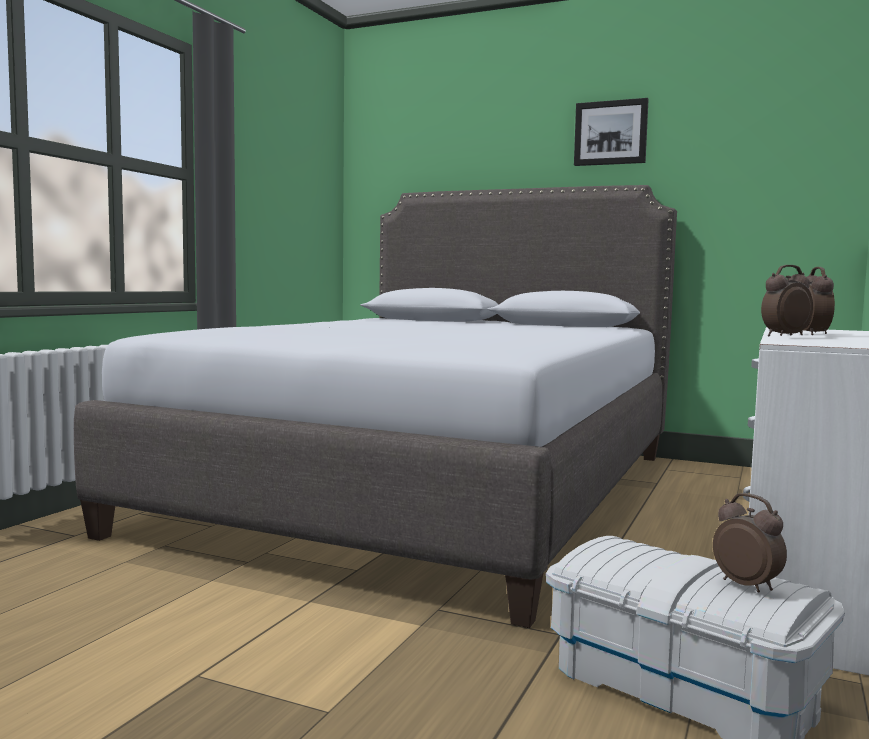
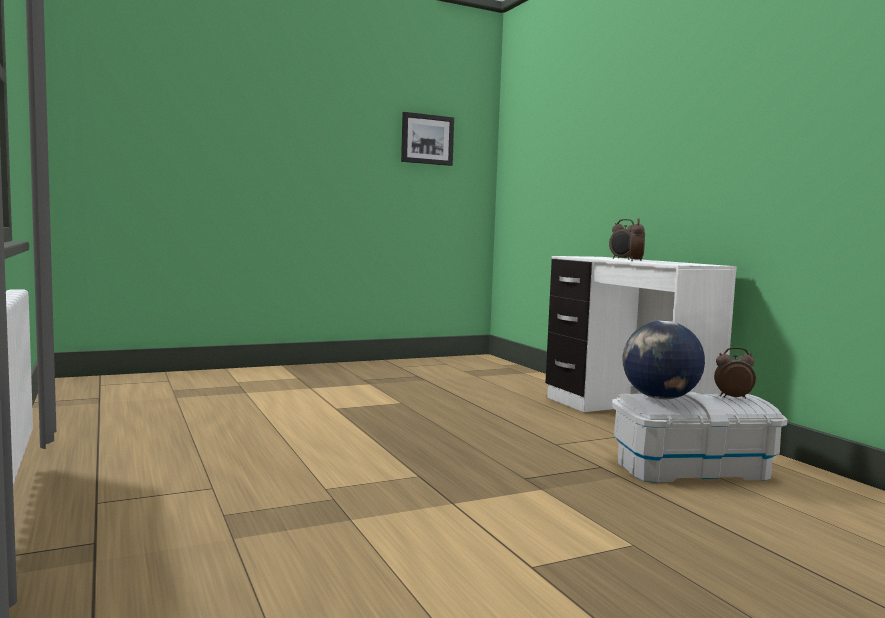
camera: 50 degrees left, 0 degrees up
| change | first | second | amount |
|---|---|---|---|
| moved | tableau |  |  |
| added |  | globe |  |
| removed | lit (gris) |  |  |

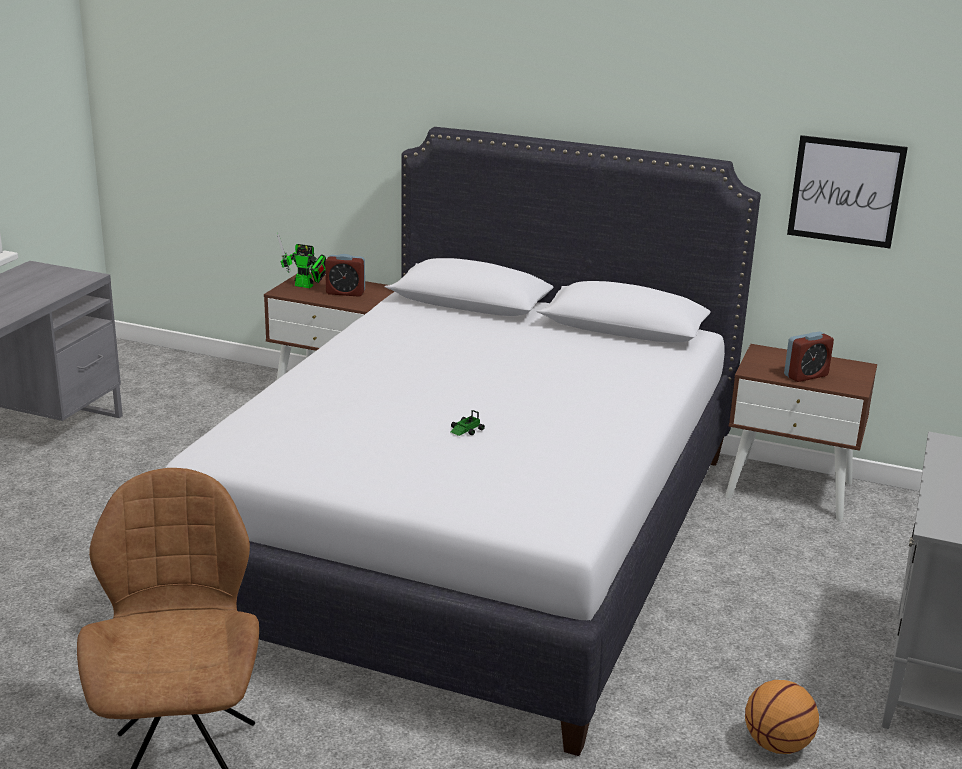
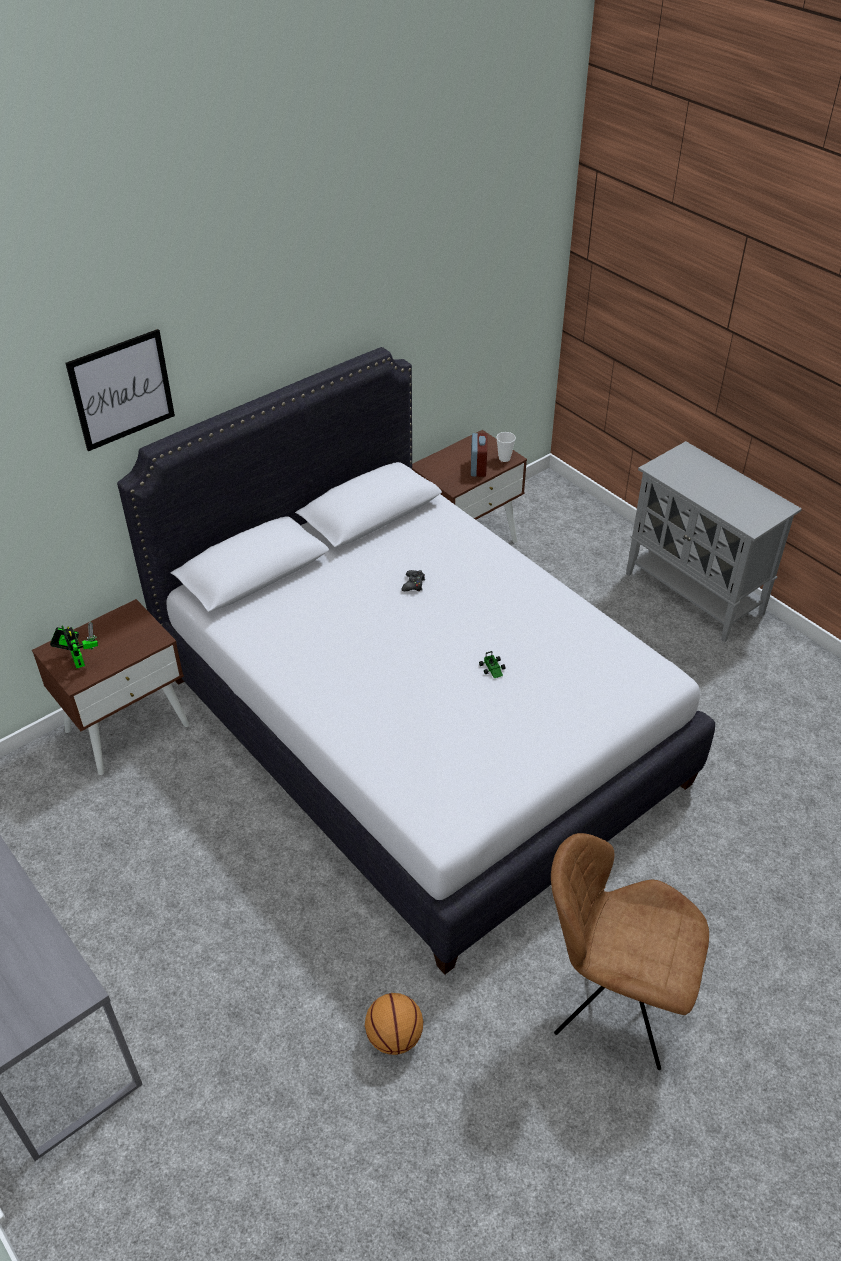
camera: 60 degrees left, 20 degrees up
| change | first | second | amount |
|---|---|---|---|
| turned | robot jouet |  | 75 degrees counterclockwise |
| moved | tableau |  |  |
| moved | ballon de basket |  |  |
| added |  | manette (noir) |  |
| added |  | tasse |  |
| removed | réveil (1st from left) |  |  |

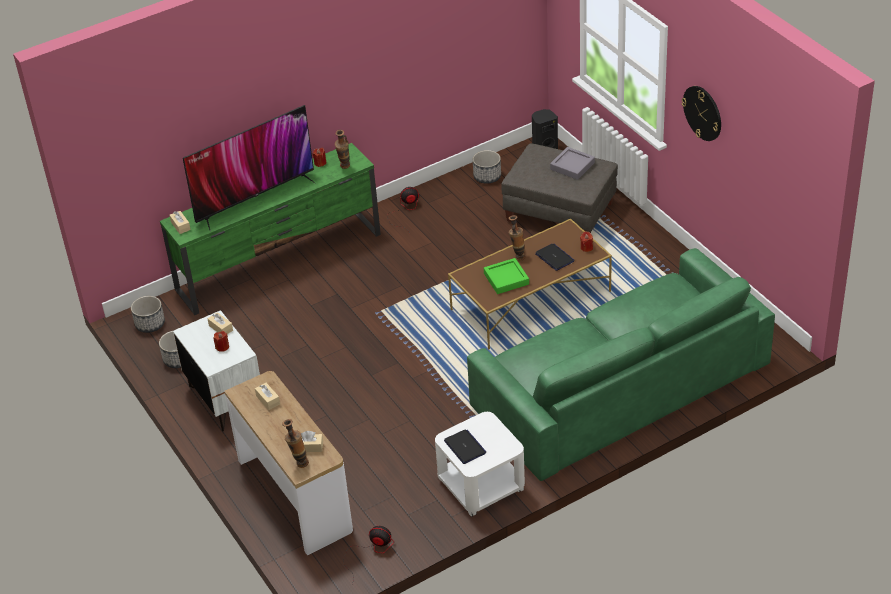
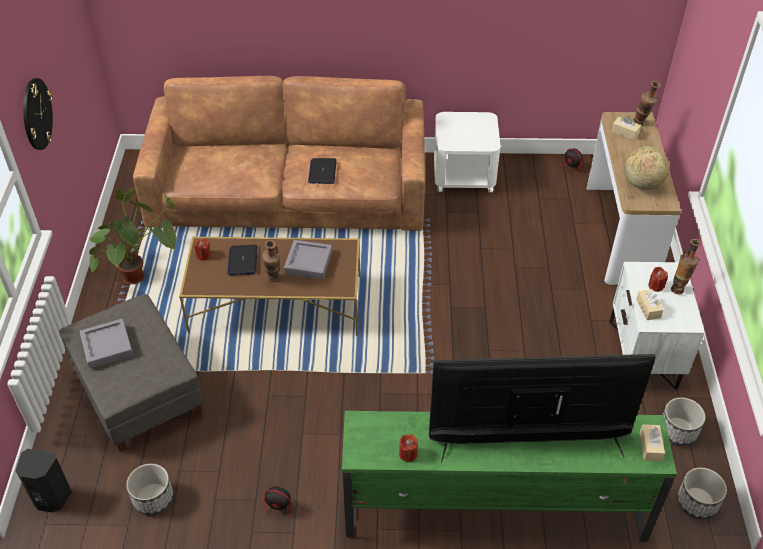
camera: 150 degrees left, 5 degrees up
| change | first | second | amount |
|---|---|---|---|
| added |  | plante en pot |  |
| recoloured | canapé (vert) | canapé (marron) |  |
| recoloured | plateau (vert) | plateau (gris) (2nd from left) |  |
| moved | ordinateur portable (1st from left in the first image) | ordinateur portable (2nd from left) |  |
| replaced | boîte à mouchoirs (beige) (3rd from left) | globe |  |
| moved | vase (2nd from left in the first image) | vase (3rd from left) |  |

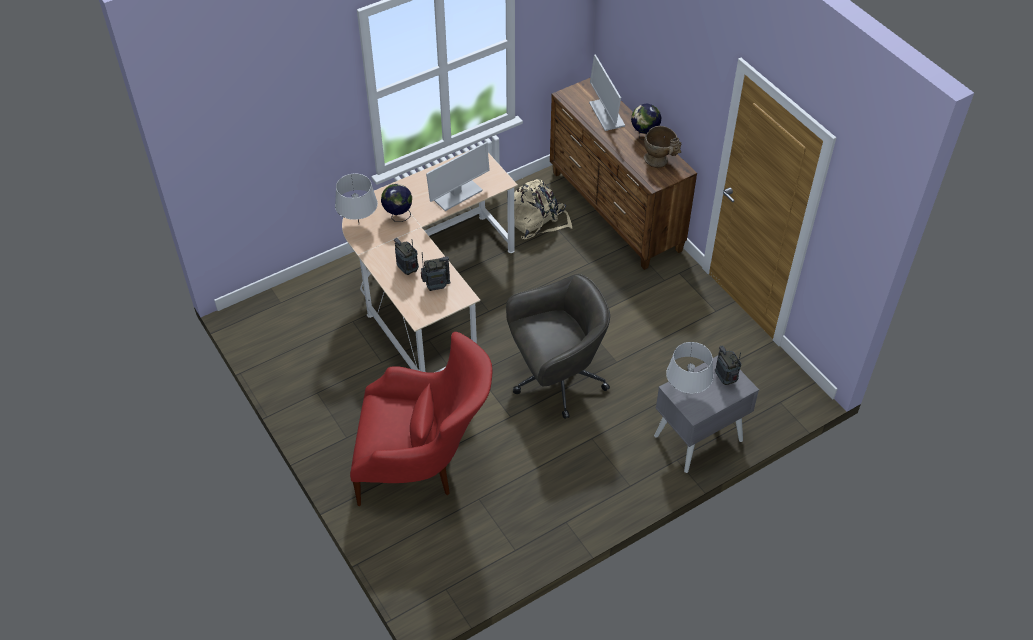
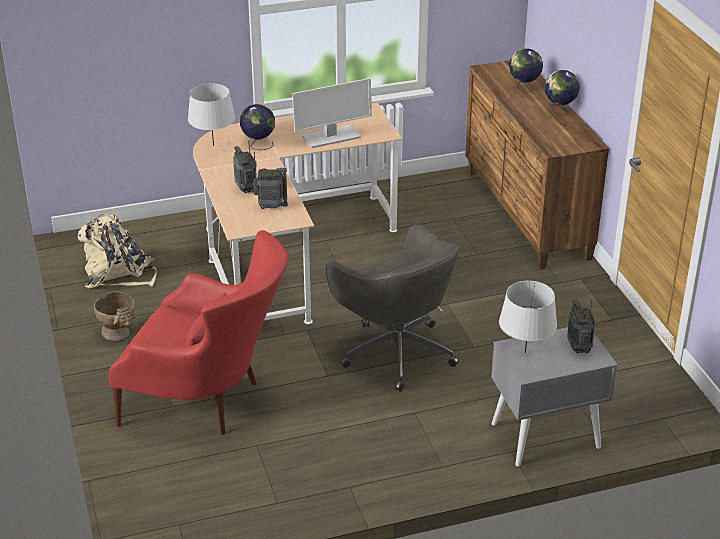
camera: 15 degrees right, 15 degrees down
| change | first | second | amount |
|---|---|---|---|
| moved | sac à dos (beige) |  |  |
| moved | vase (beige) |  |  |
| turned | chaise de bureau (gris) |  | 60 degrees clockwise |
| replaced | écran d'ordinateur (2nd from left) | globe (2nd from left) |  |

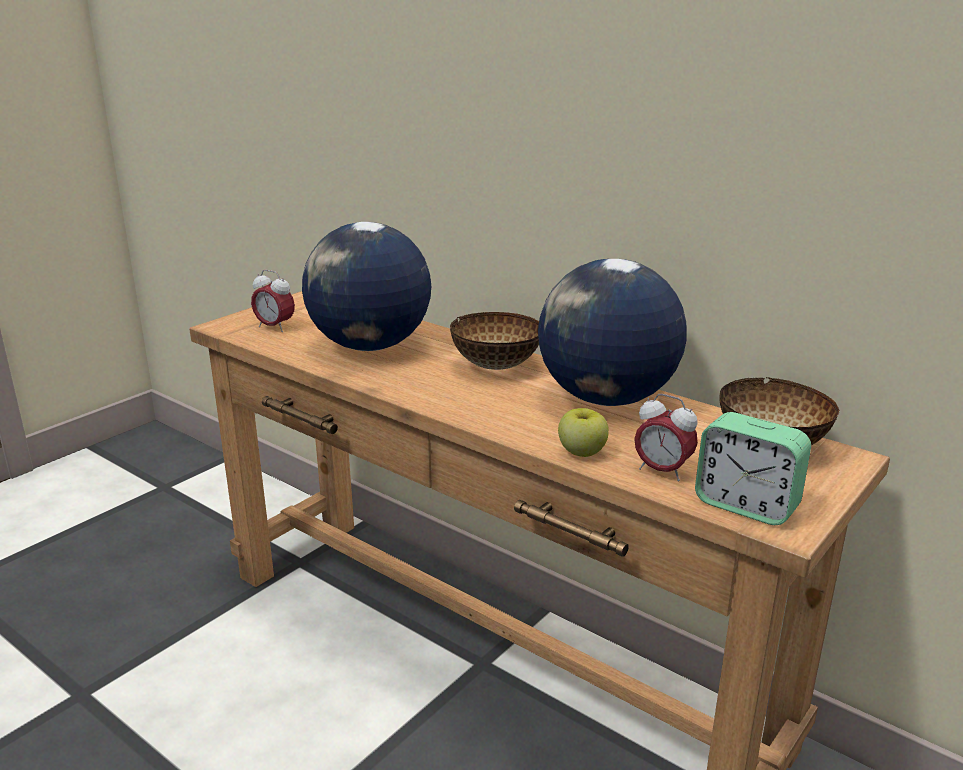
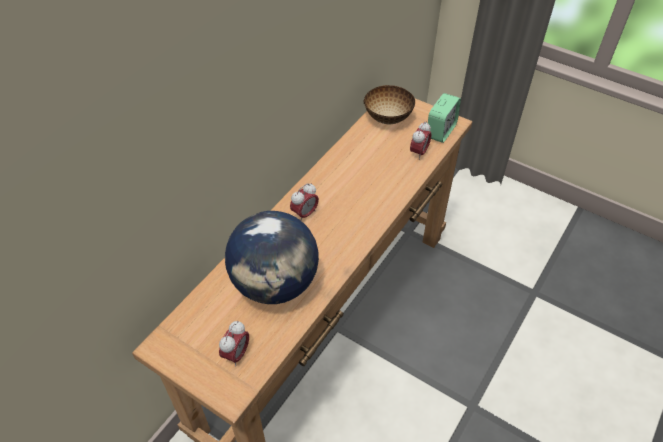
camera: 95 degrees left, 25 degrees up
| change | first | second | amount |
|---|---|---|---|
| replaced | bol (1st from left) | réveil (2nd from left) |  |
| removed | globe (2nd from left) |  |  |
| removed | pomme |  |  |

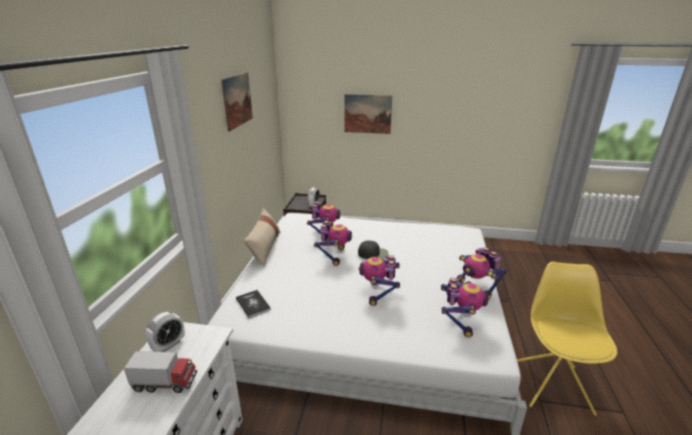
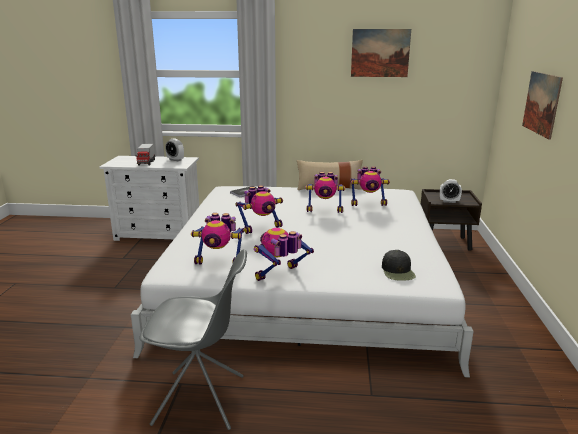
camera: 85 degrees right, 5 degrees down
| change | first | second | amount |
|---|---|---|---|
| recoloured | chaise (jaune) | chaise (gris) |  |
| turned | robot jouet (3rd from left in the first image) | robot jouet (2nd from left) | 150 degrees clockwise |
| moved | casquette (noir) |  |  |

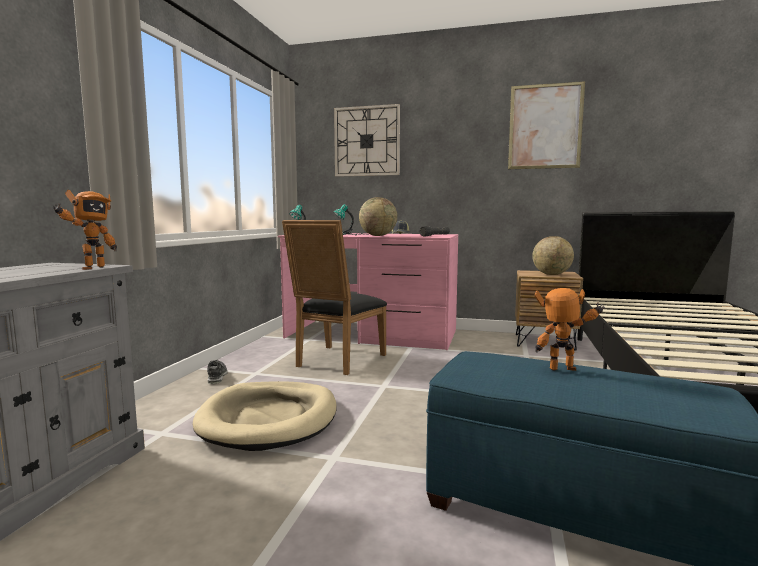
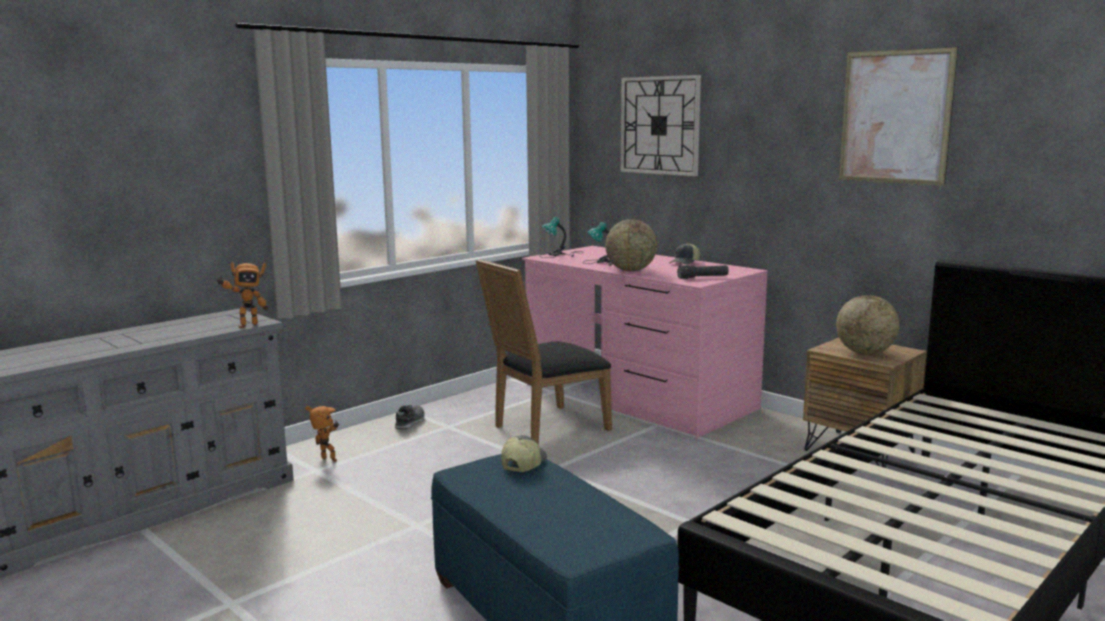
camera: 30 degrees right, 5 degrees up
| change | first | second | amount |
|---|---|---|---|
| moved | robot jouet (2nd from left) |  |  |
| added |  | casquette (1st from left) |  |
| removed | panier pour chien (beige) |  |  |

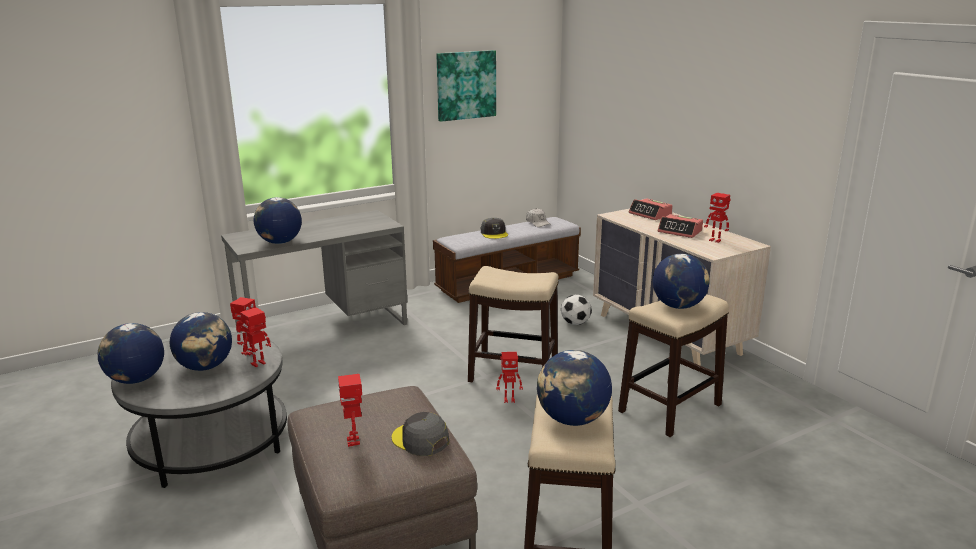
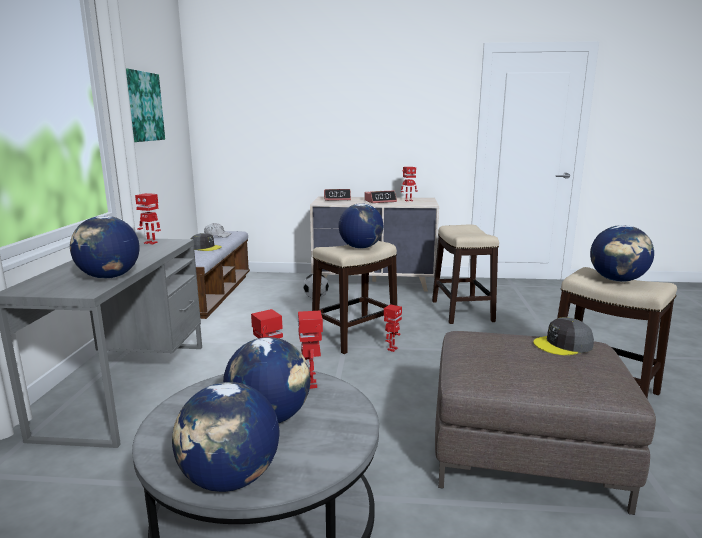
camera: 55 degrees left, 5 degrees down
| change | first | second | amount |
|---|---|---|---|
| moved | robot jouet (3rd from left in the first image) | robot jouet (1st from left) |  |
| moved | globe (5th from left in the first image) | globe (4th from left) |  |

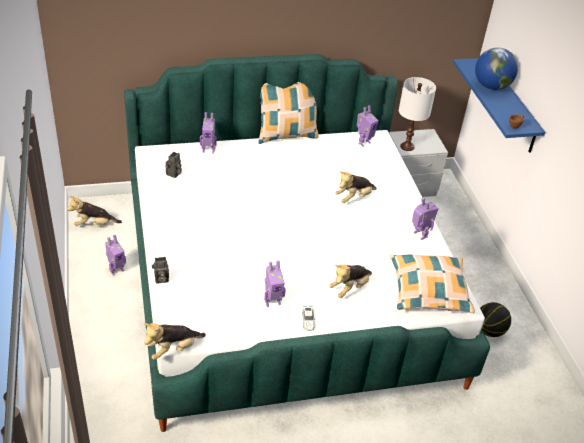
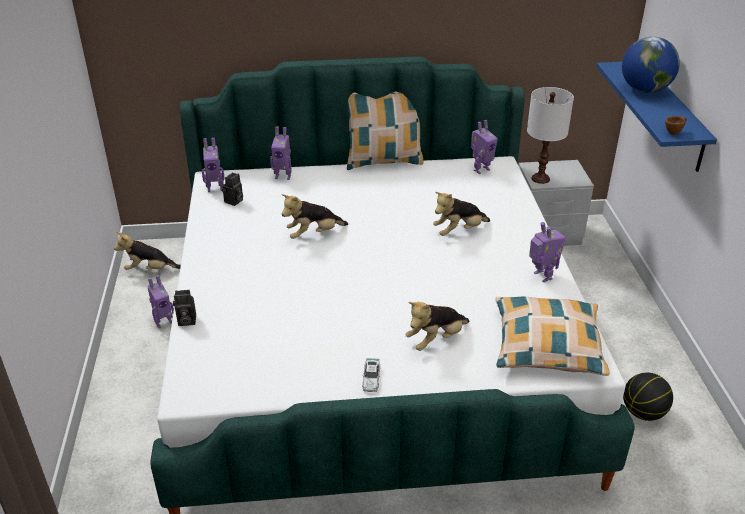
camera: 10 degrees right, 5 degrees down
| change | first | second | amount |
|---|---|---|---|
| moved | robot jouet (3rd from left in the first image) | robot jouet (2nd from left) |  |
| moved | peluche (2nd from left) |  |  |

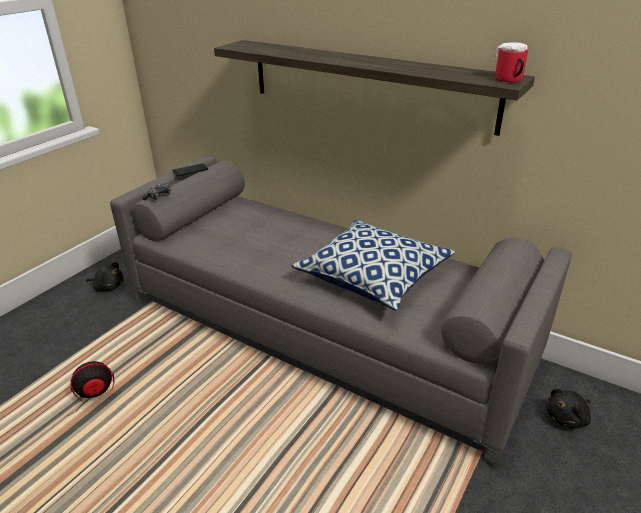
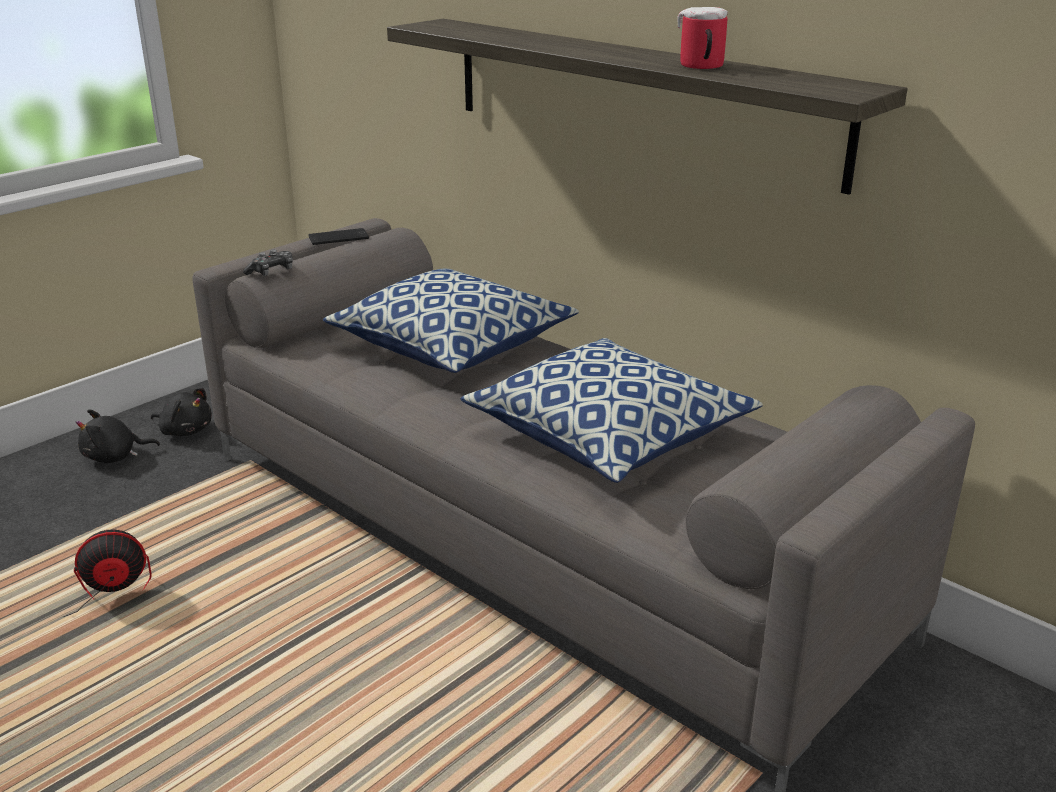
camera: 10 degrees right, 5 degrees down
| change | first | second | amount |
|---|---|---|---|
| moved | peluche (noir) (2nd from left in the first image) | peluche (noir) (1st from left) |  |
| added |  | coussin (1st from left) |  |
| moved | mug |  |  |

